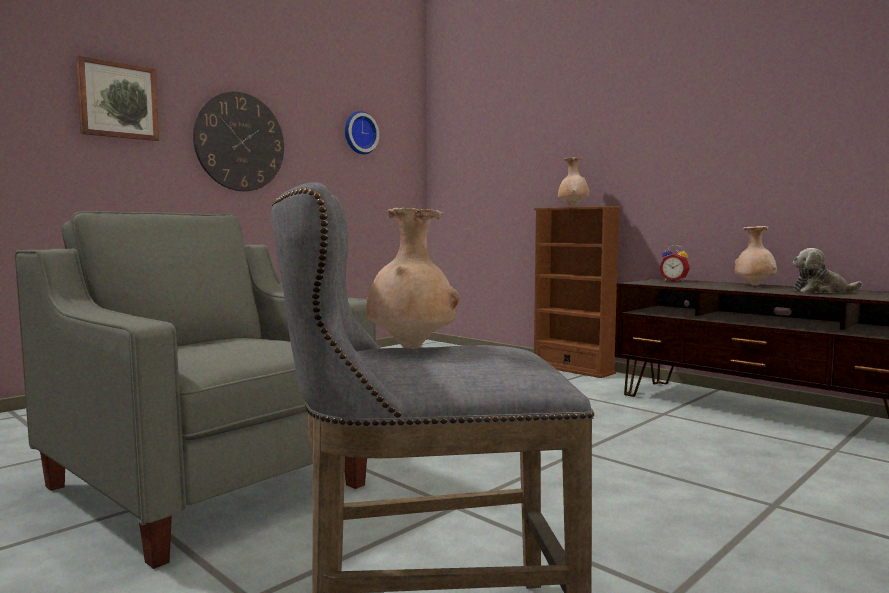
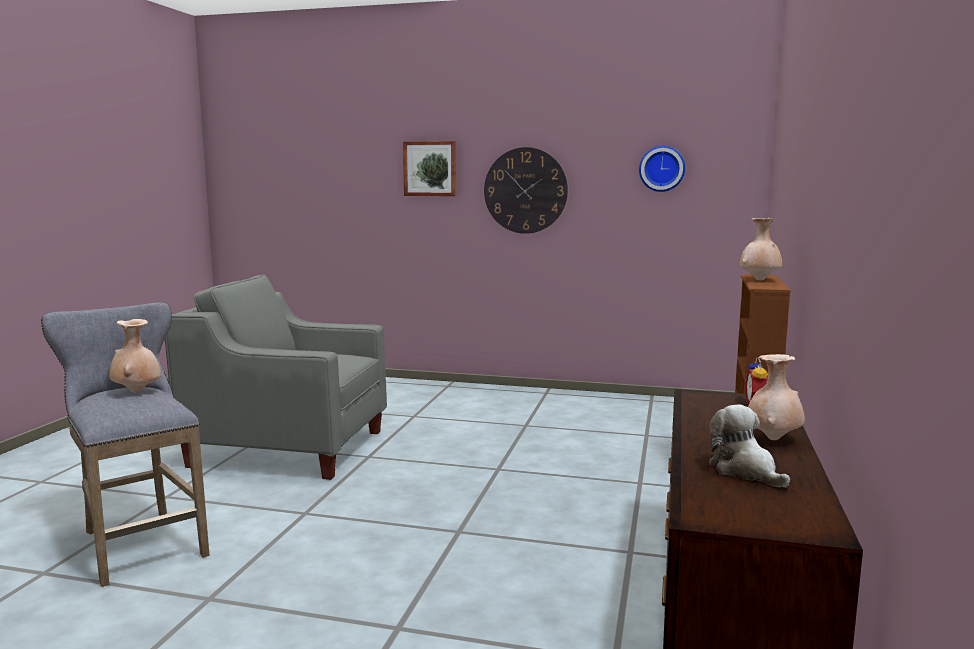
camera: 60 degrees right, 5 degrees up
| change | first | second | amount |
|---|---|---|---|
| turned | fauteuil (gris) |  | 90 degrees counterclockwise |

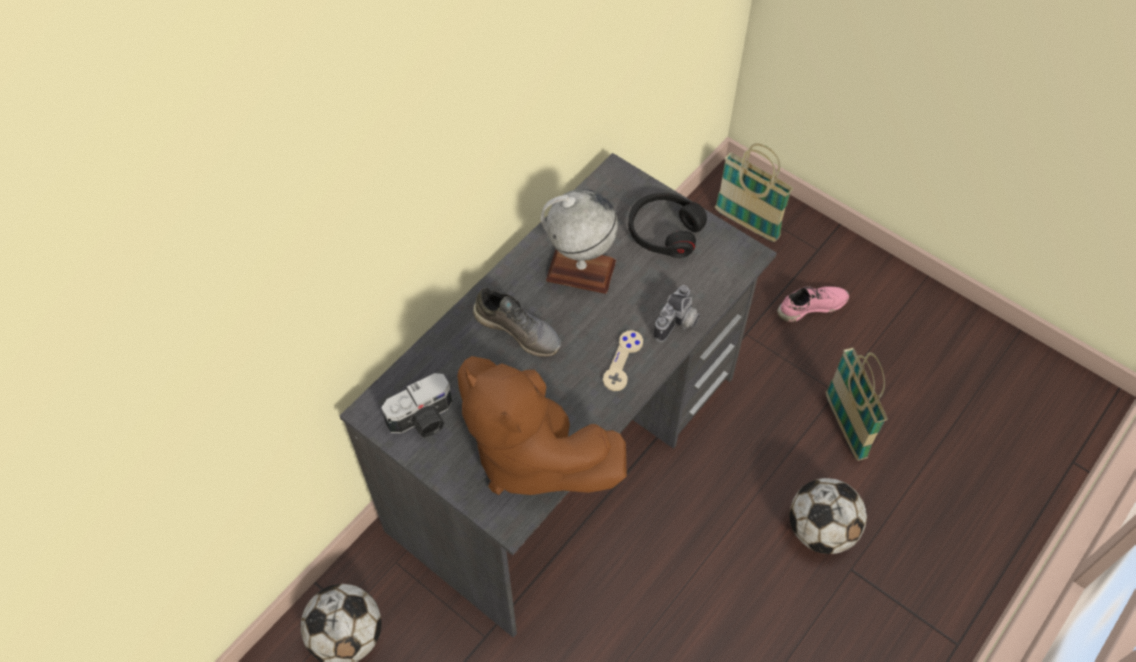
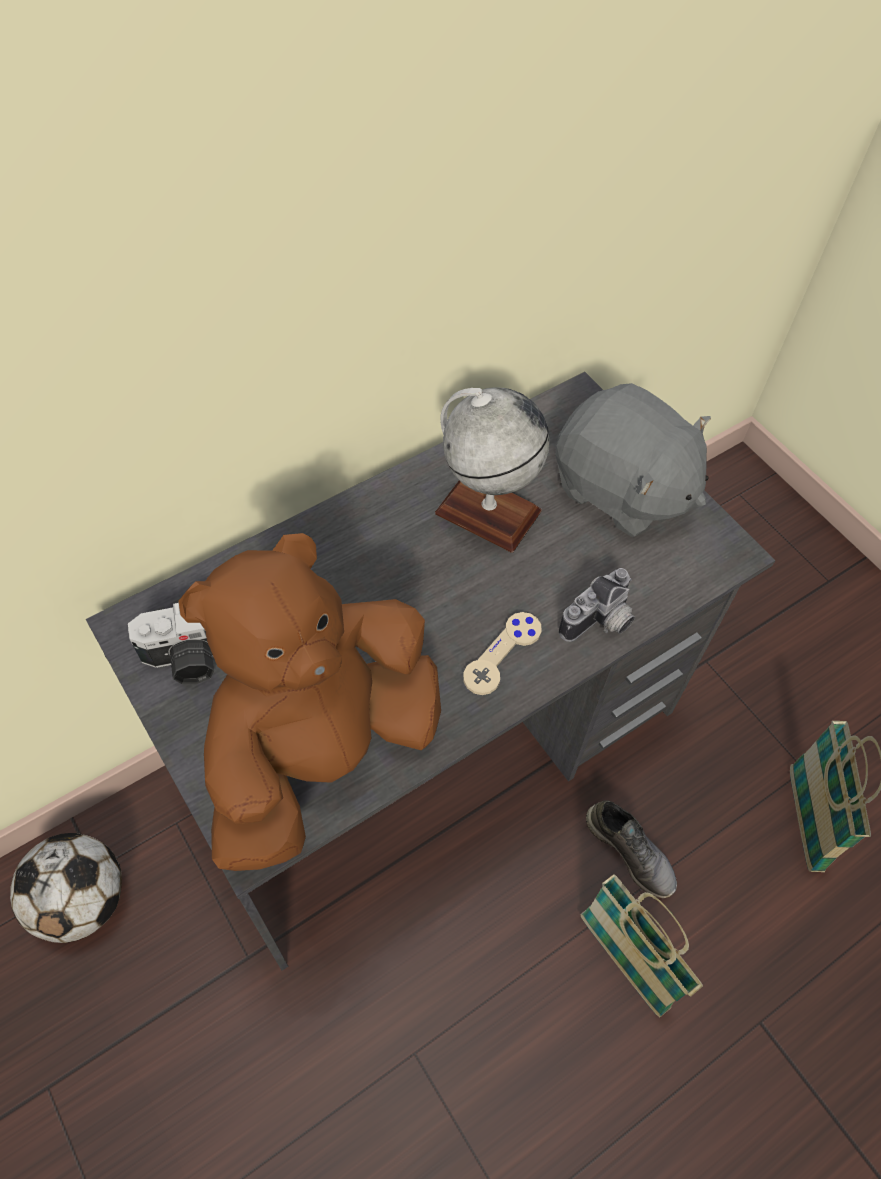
camera: 15 degrees right, 0 degrees up
| change | first | second | amount |
|---|---|---|---|
| turned | peluche (marron) |  | 75 degrees clockwise |
| replaced | casque audio (noir) | peluche (gris) |  |
| moved | panier (1st from left) |  |  |
| moved | chaussure (gris) |  |  |
| removed | chaussure (rose) |  |  |
| removed | ballon de foot (2nd from left) |  |  |

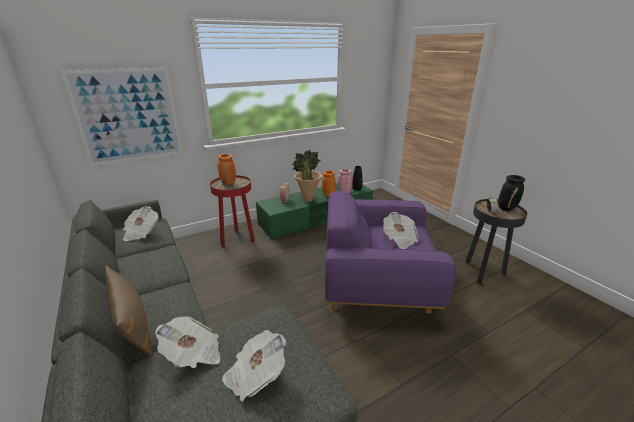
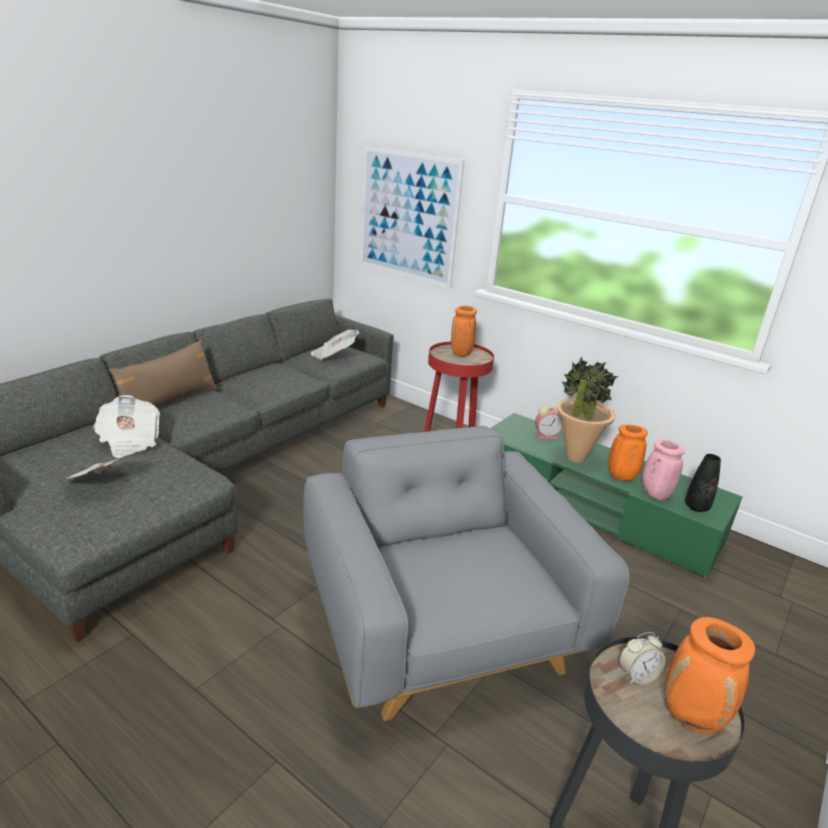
camera: 65 degrees right, 0 degrees up
| change | first | second | amount |
|---|---|---|---|
| recoloured | fauteuil (violet) | fauteuil (gris) |  |
| recoloured | vase (noir) (2nd from left) | vase (orange) (3rd from left) |  |
| removed | journal (4th from left) |  |  |

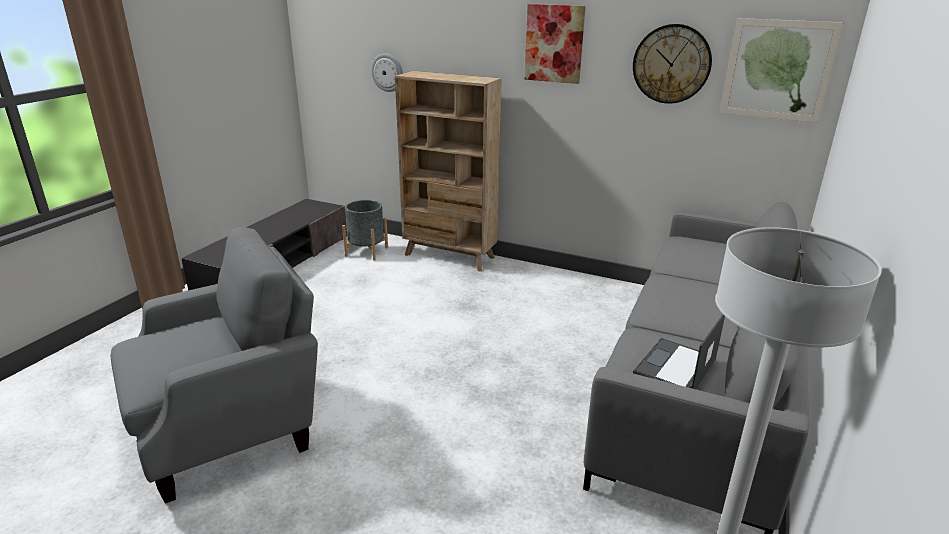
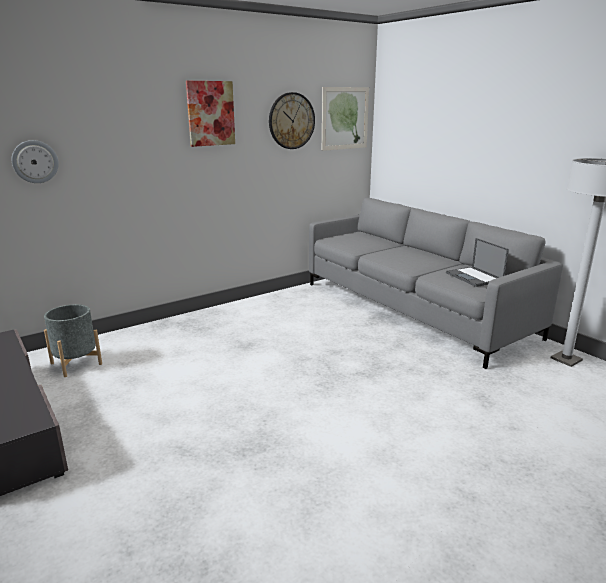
camera: 60 degrees left, 5 degrees down
| change | first | second | amount |
|---|---|---|---|
| removed | fauteuil (gris) |  |  |
| removed | bibliothèque (beige) |  |  |

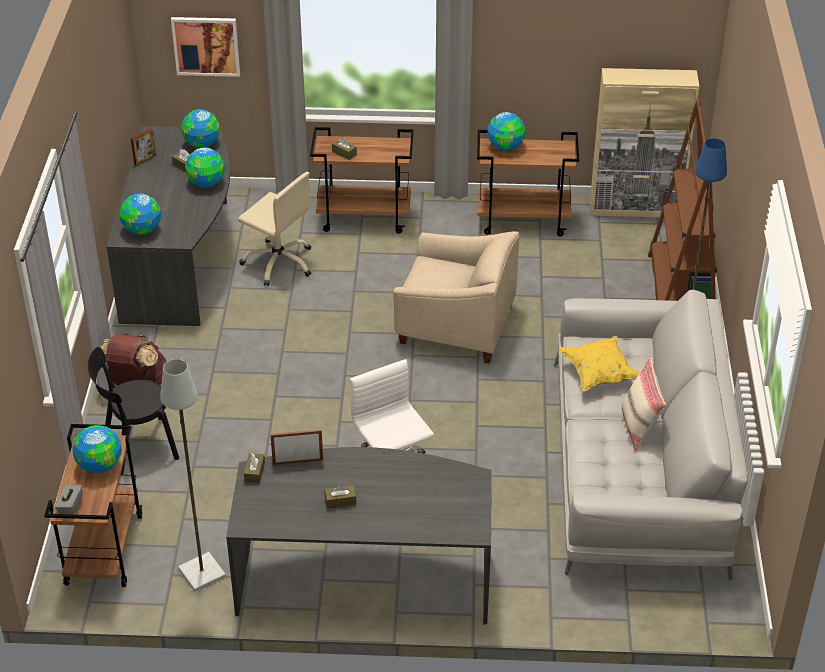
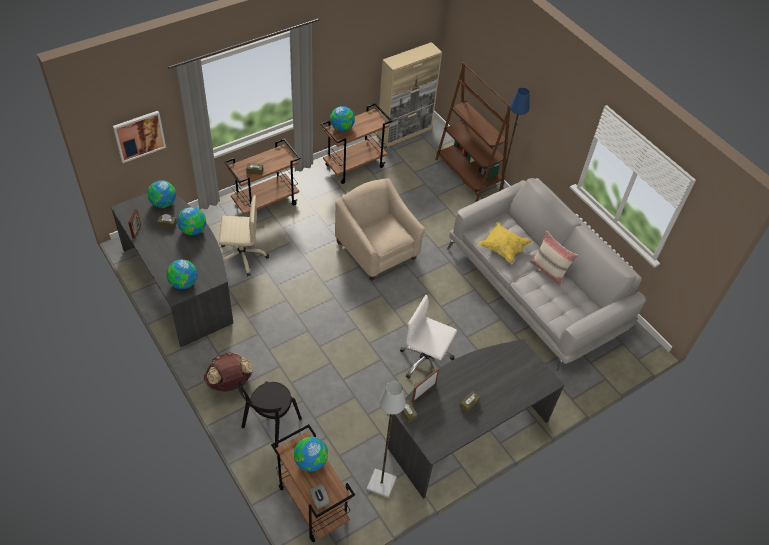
camera: 40 degrees left, 10 degrees up
| change | first | second | amount |
|---|---|---|---|
| turned | fauteuil (beige) |  | 105 degrees counterclockwise |

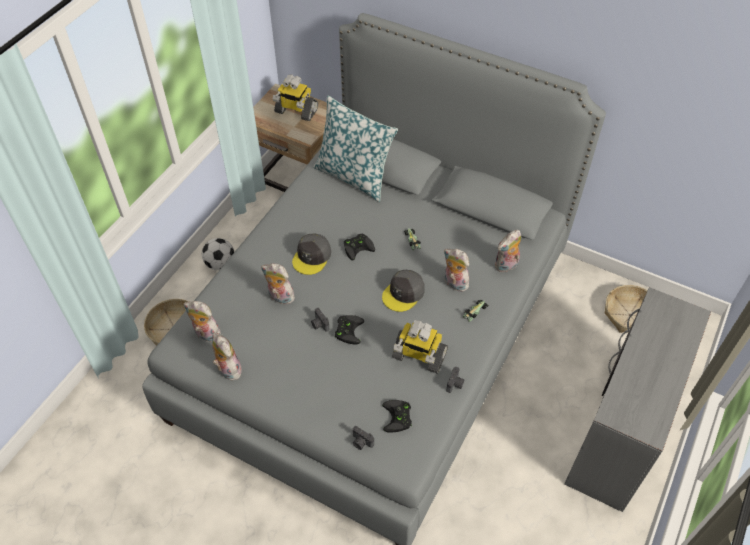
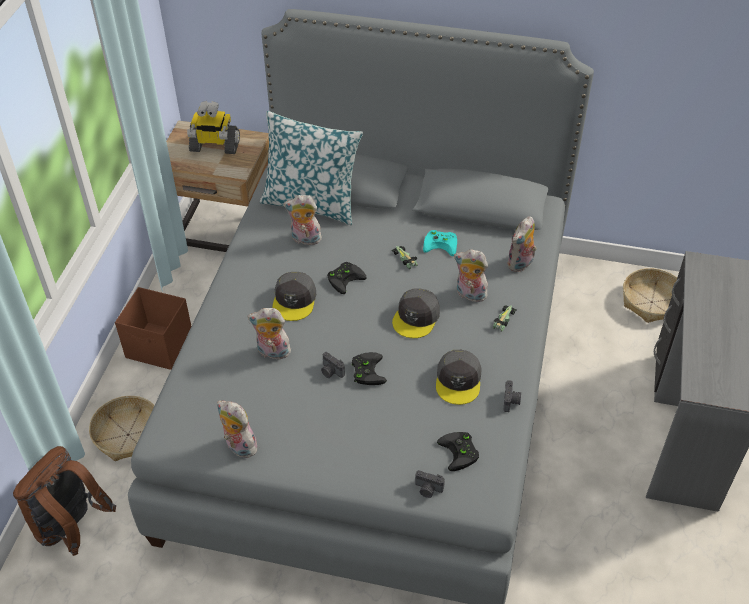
camera: 15 degrees left, 5 degrees down
| change | first | second | amount |
|---|---|---|---|
| added |  | sac à dos (marron) |  |
| replaced | ballon de foot | boîte de rangement (marron) |  |
| moved | peluche (1st from left in the first image) | peluche (3rd from left) |  |
| added |  | manette (turquoise) |  |
| replaced | robot jouet (2nd from left) | casquette (gris) (3rd from left) |  |

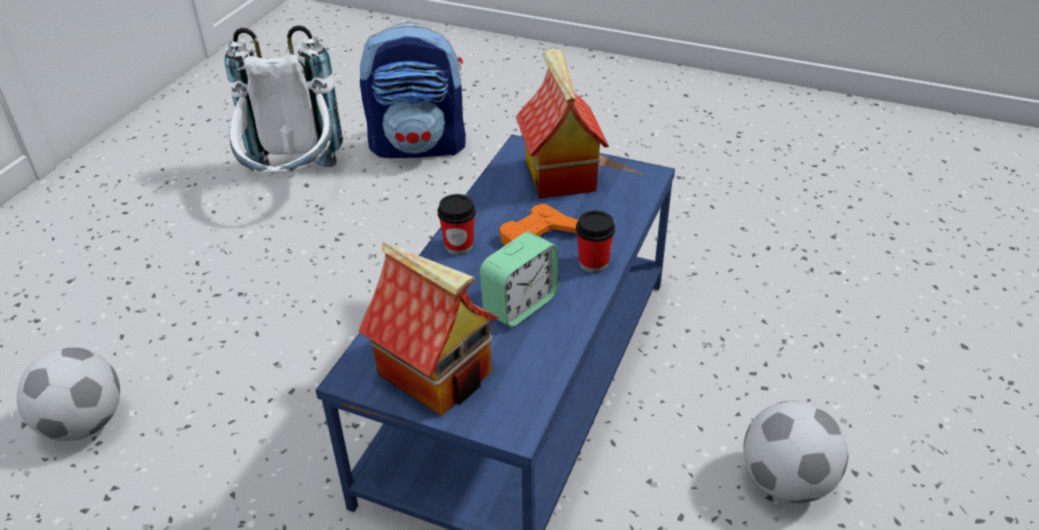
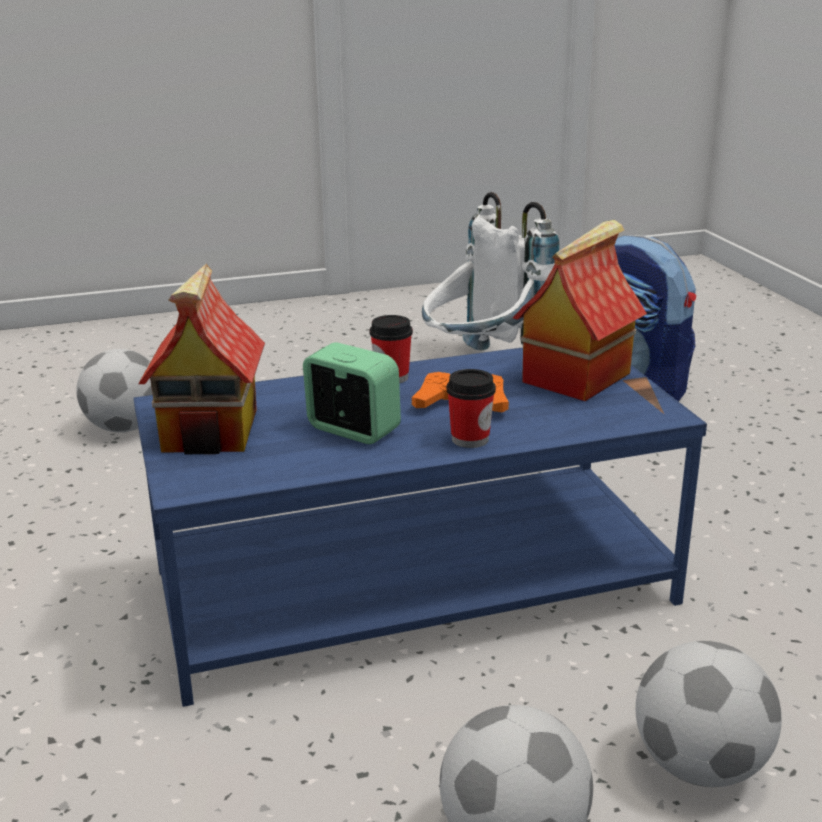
camera: 50 degrees right, 15 degrees down
| change | first | second | amount |
|---|---|---|---|
| turned | réveil |  | 150 degrees counterclockwise |
| added |  | ballon de foot (3rd from left) |  |

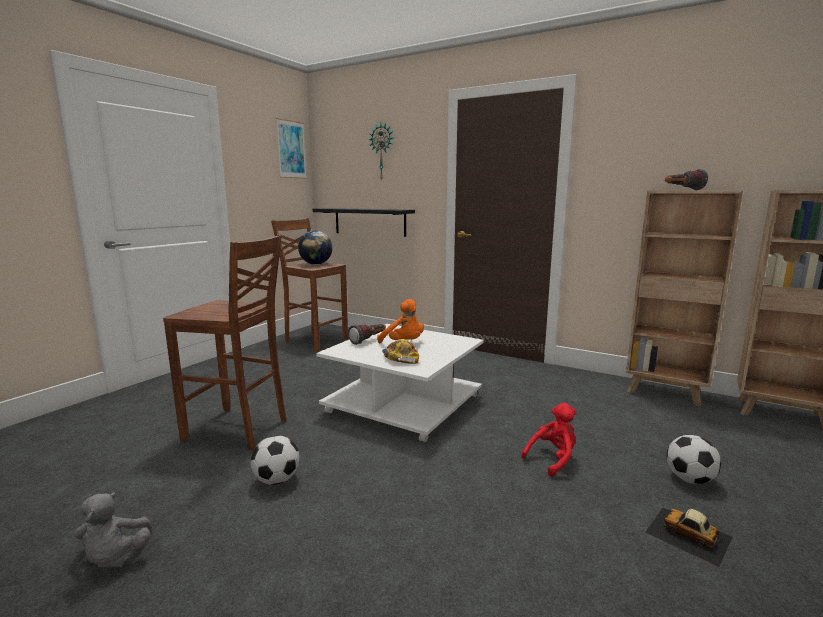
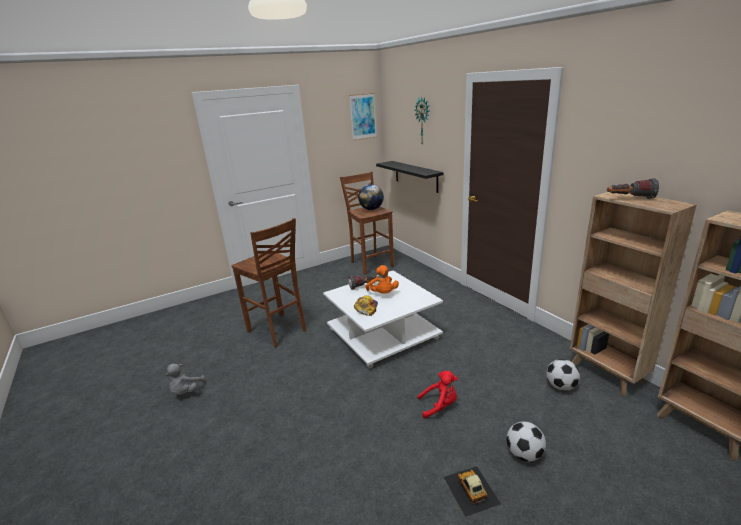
camera: 30 degrees right, 10 degrees up
| change | first | second | amount |
|---|---|---|---|
| moved | ballon de foot (1st from left in the first image) | ballon de foot (2nd from left) |  |

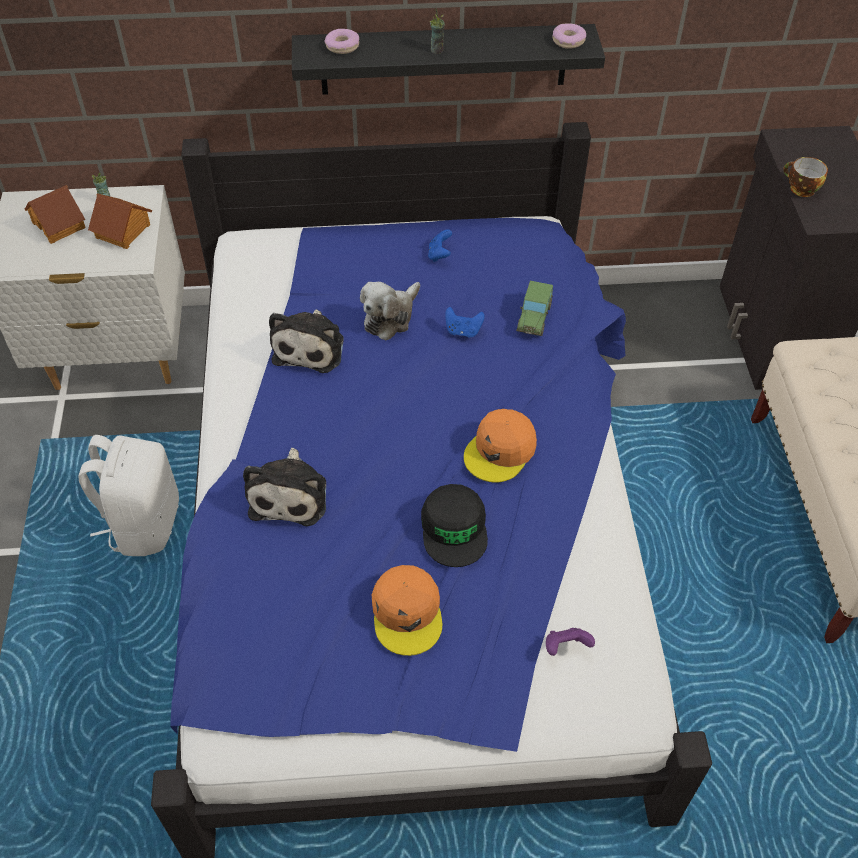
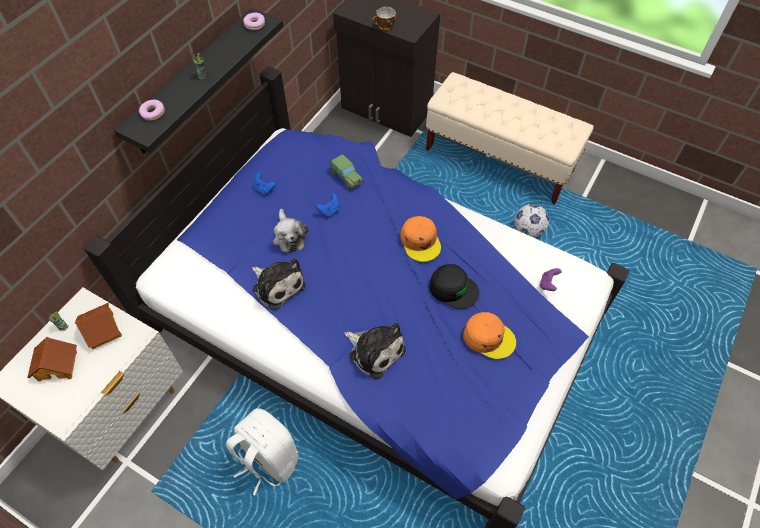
camera: 55 degrees left, 5 degrees up
| change | first | second | amount |
|---|---|---|---|
| added |  | ballon de foot |  |

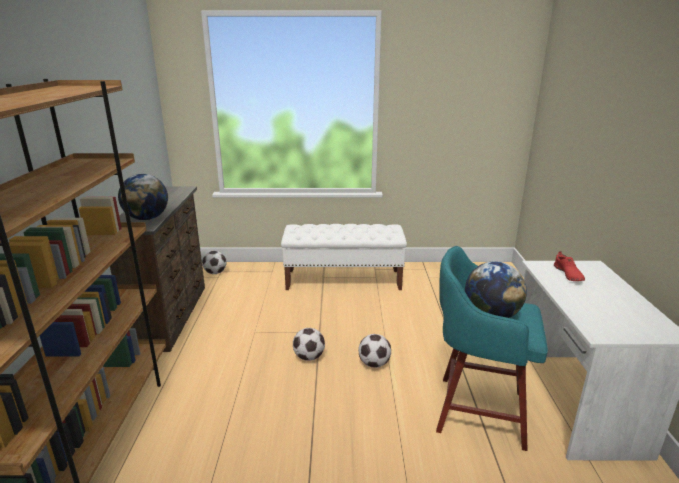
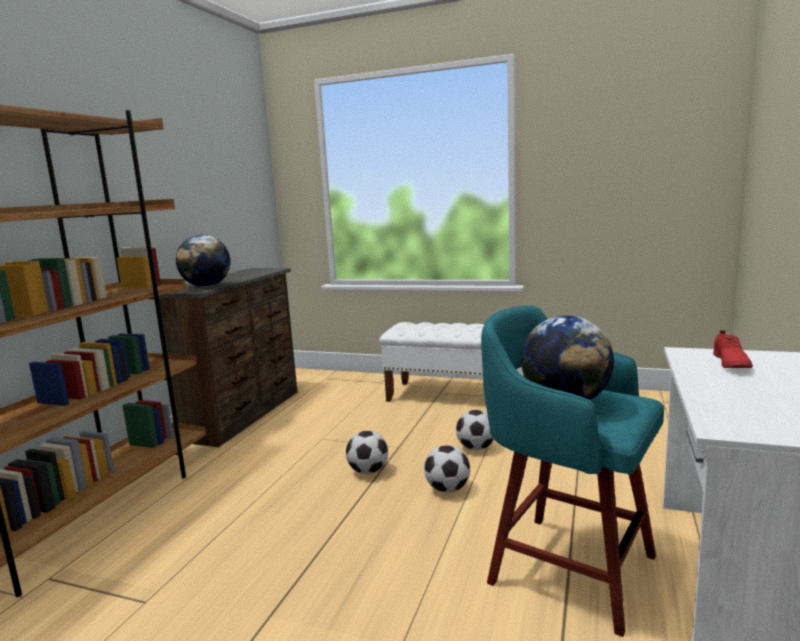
camera: 20 degrees right, 10 degrees down
| change | first | second | amount |
|---|---|---|---|
| moved | ballon de foot (1st from left in the first image) | ballon de foot (3rd from left) |  |

